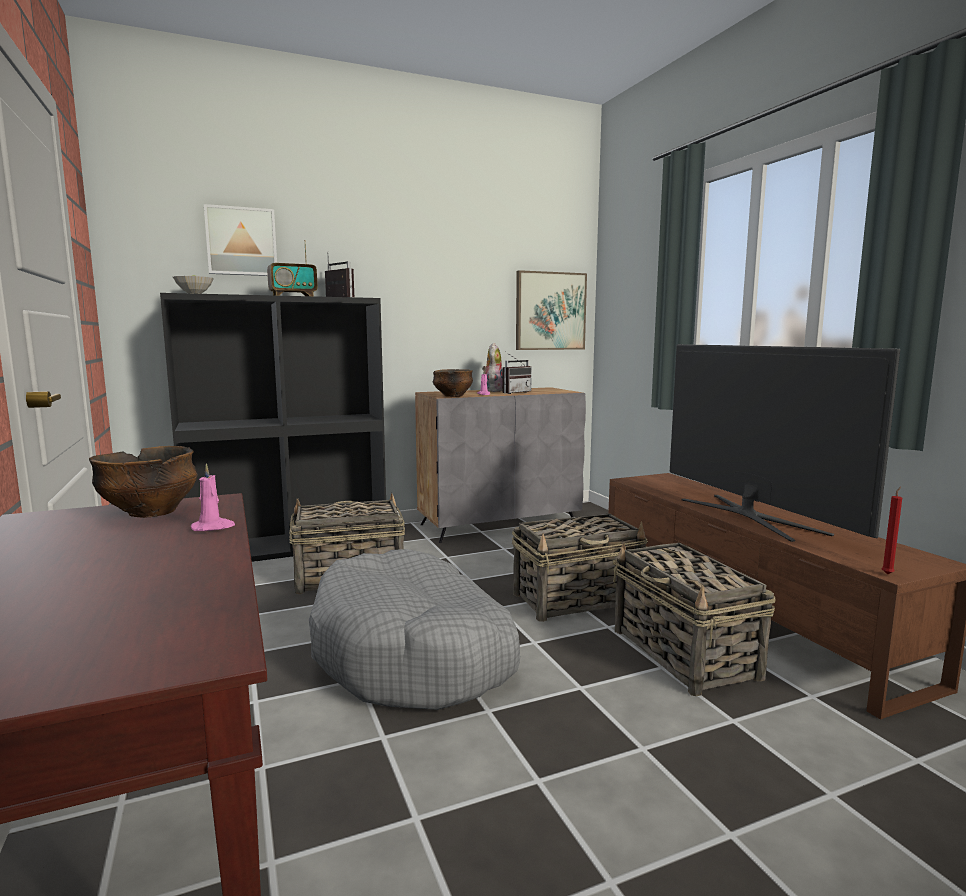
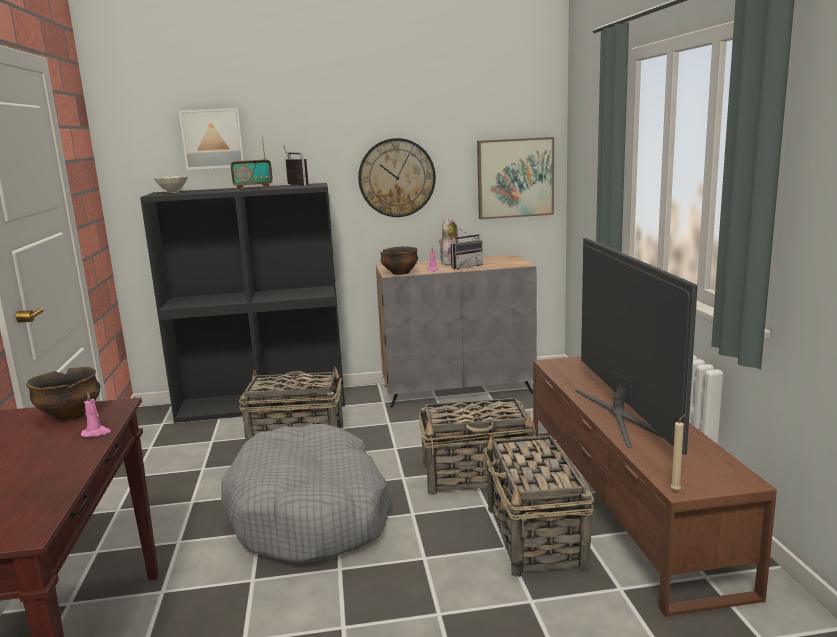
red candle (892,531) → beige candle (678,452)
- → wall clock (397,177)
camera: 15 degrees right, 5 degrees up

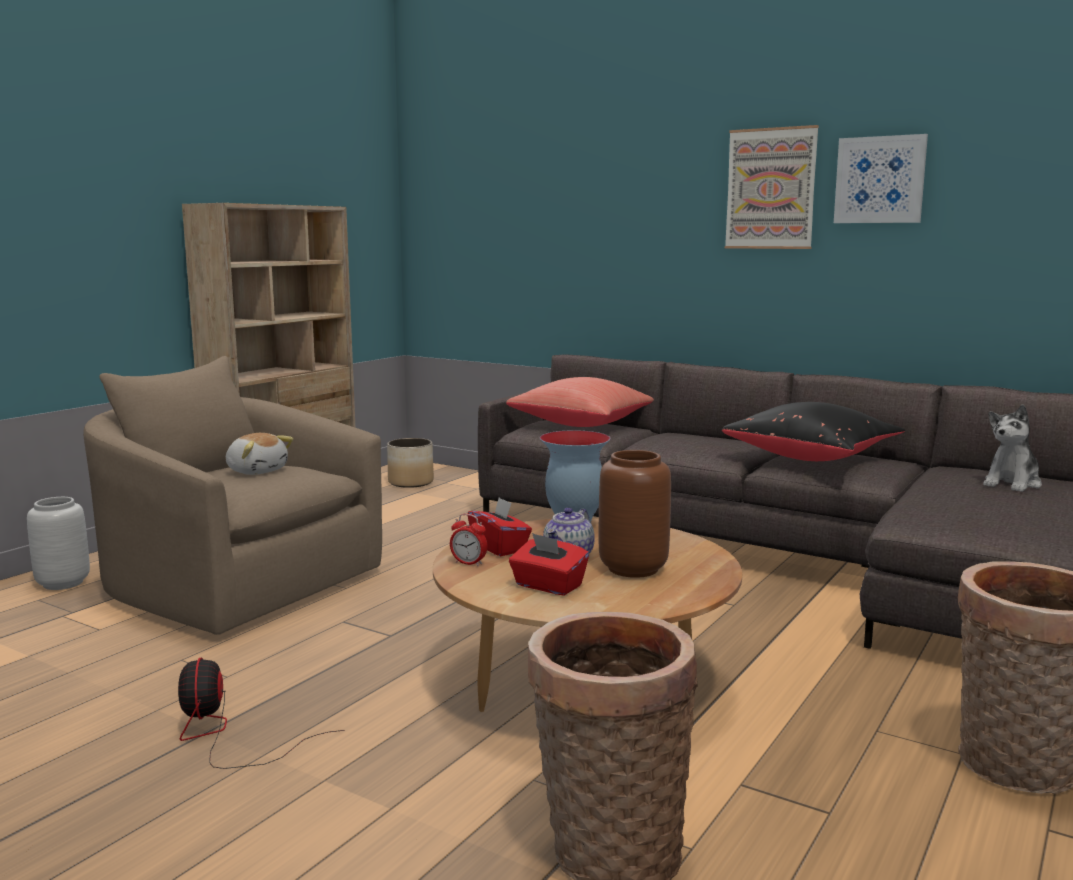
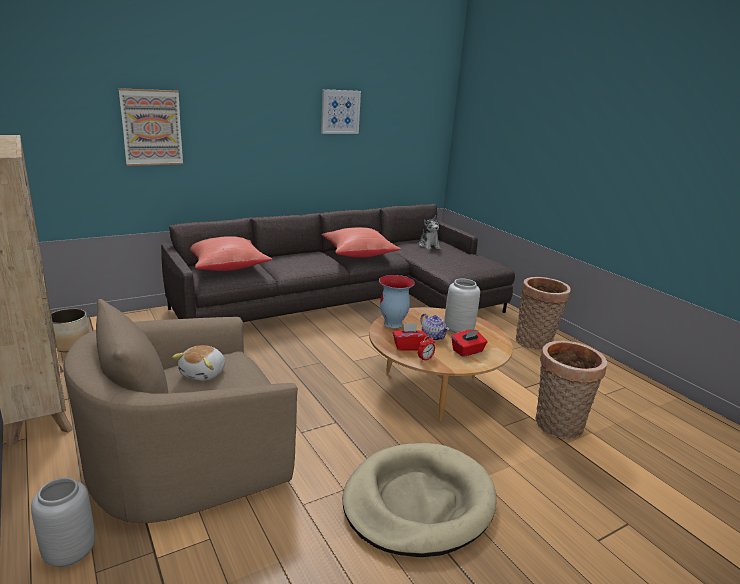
picture (772,187) → picture (150,127), shifted
black pillow (813,431) → red pillow (361,242)
plush toy (259,454) → plush toy (198,363), 135 degrees clockwise
brown vase (635,514) → grey vase (462,306)
fan (261,713) → beige dog bed (419,500)
camera: 65 degrees left, 10 degrees up

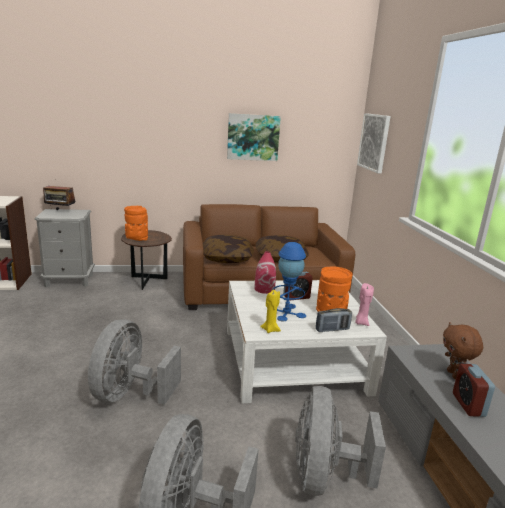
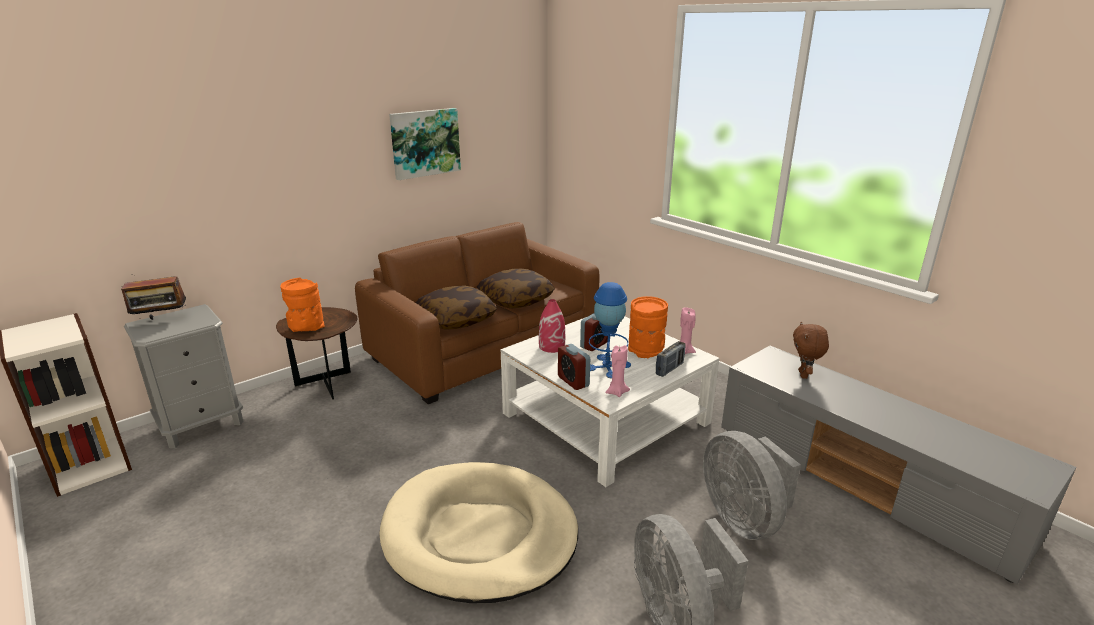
picture (374,143) → -
yellow candle (270,311) → pink candle (617,371)
grey fan (134,361) → beige dog bed (478,532)
brown plush toy (463,350) → brown plush toy (811,350), 45 degrees clockwise
alarm clock (474,390) → alarm clock (574,367), shifted
camera: 30 degrees left, 5 degrees up

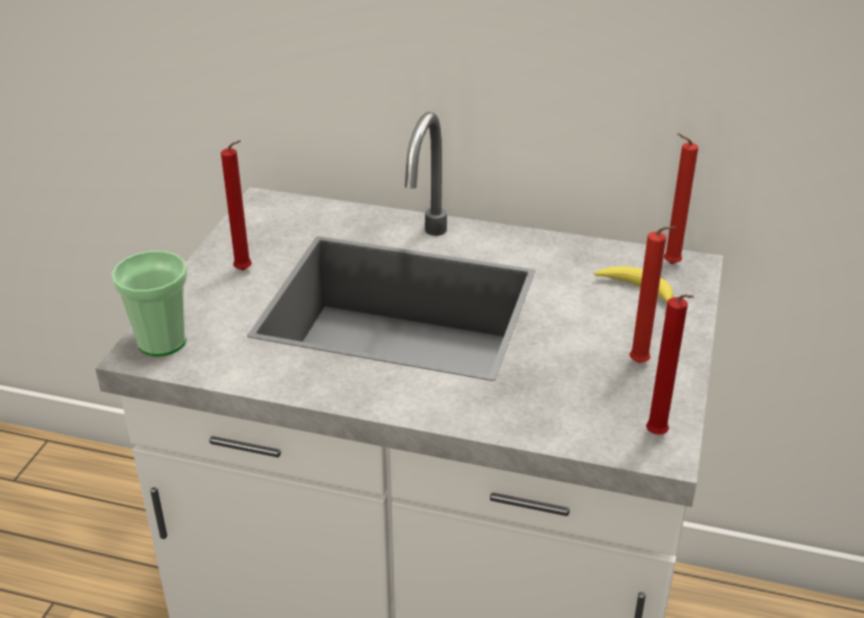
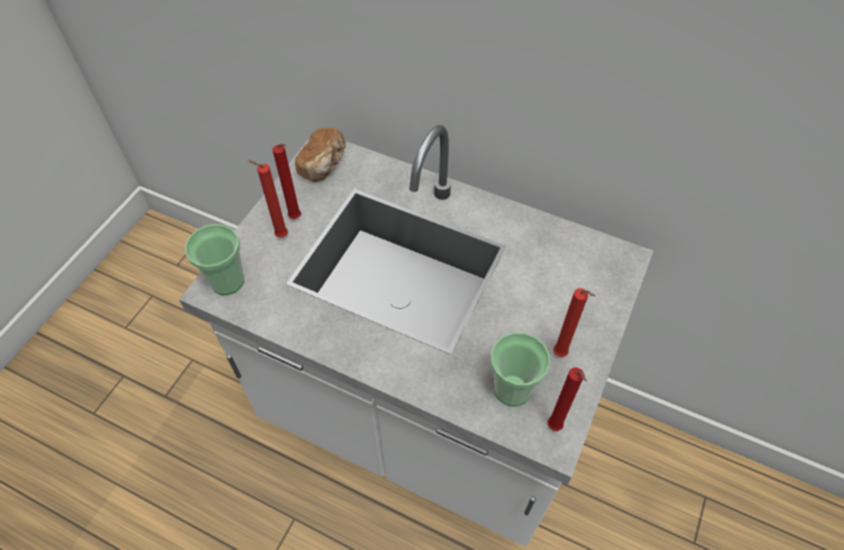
red candle (681,198) → red candle (268,199), shifted
banana (633,284) → -
- → bread (320,155)
- → cup (520,369)
camera: 10 degrees right, 20 degrees up

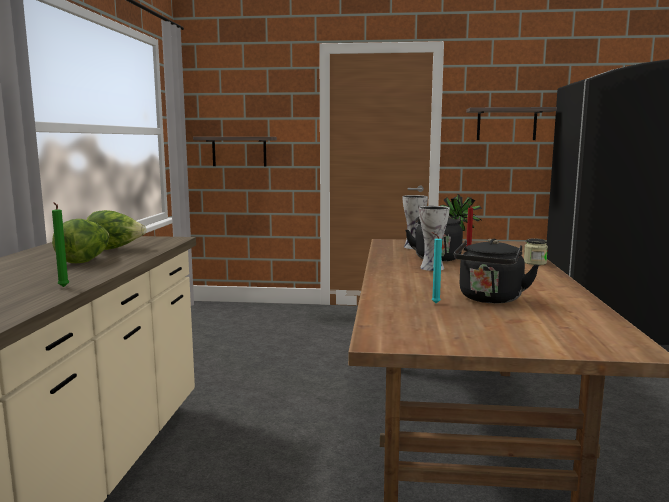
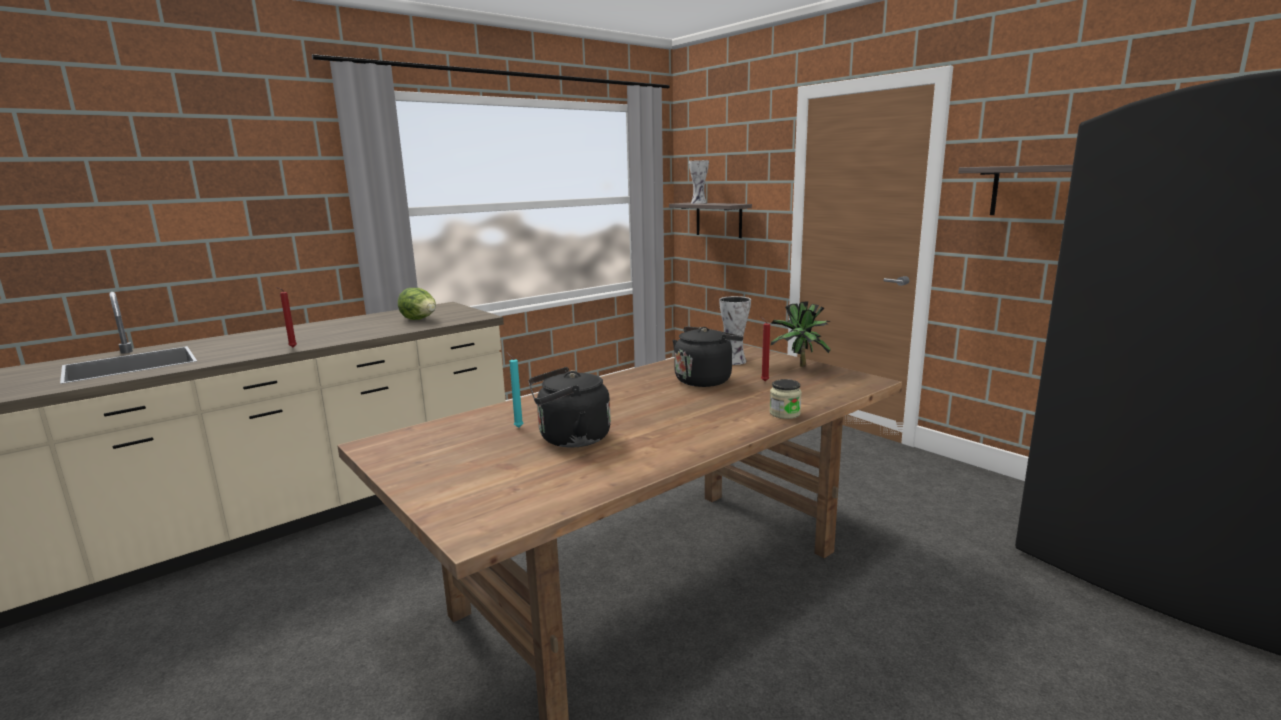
green candle (60,244) → red candle (286,317)
vase (434,238) → vase (699,182), shifted
lettuce (80,241) → -
camera: 45 degrees right, 5 degrees up

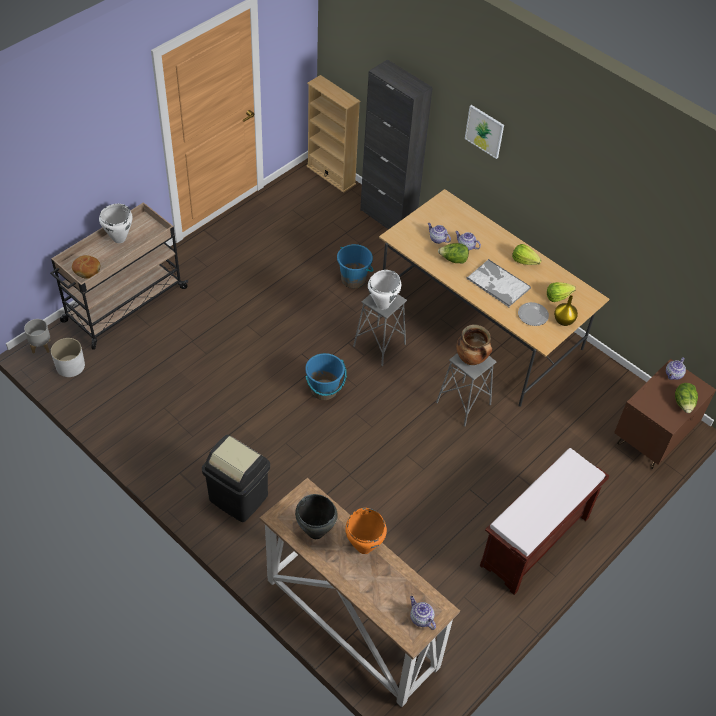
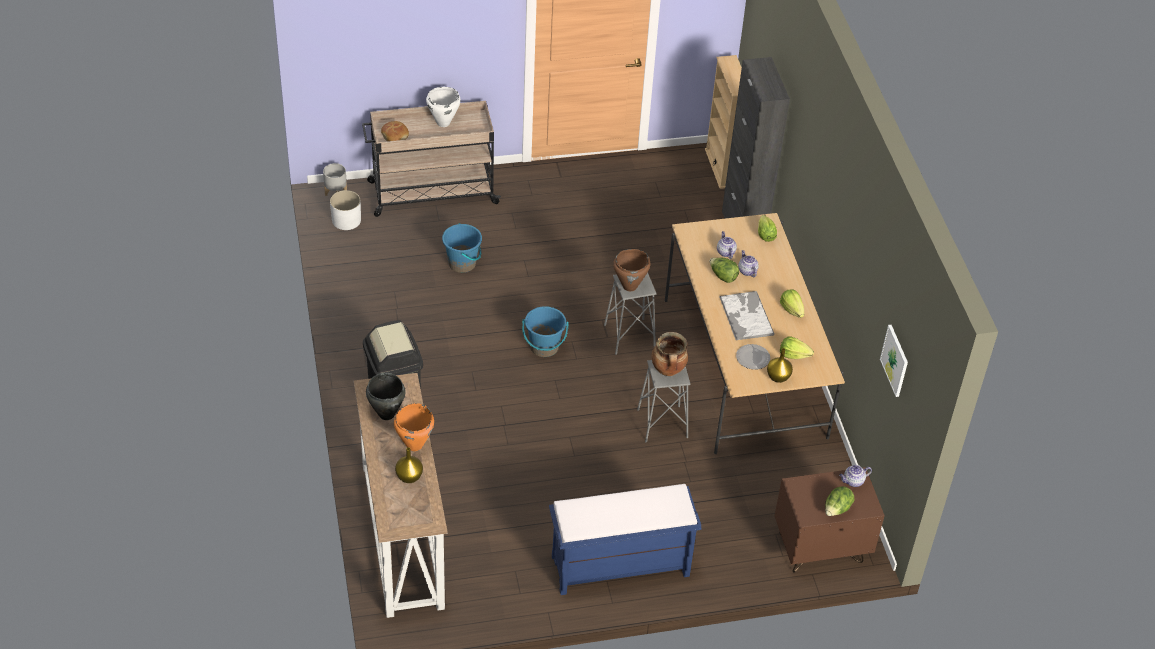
picture (484,132) → picture (894,361), shifted
blue bucket (355,266) → blue bucket (462,248), shifted
white cooking pot (384,289) → brown cooking pot (631,270)
brown bench (544,521) → blue bench (625,539)
teapot (423,613) → -
- → lettuce (767,228)
- → yellow vase (409,465)
camera: 35 degrees right, 5 degrees down

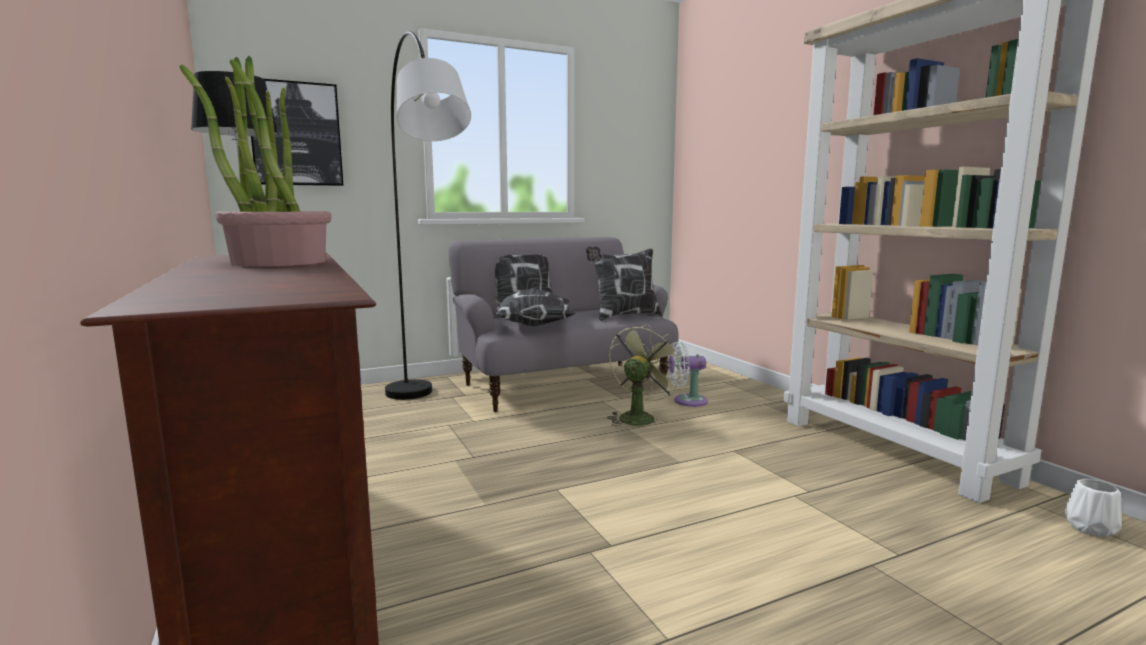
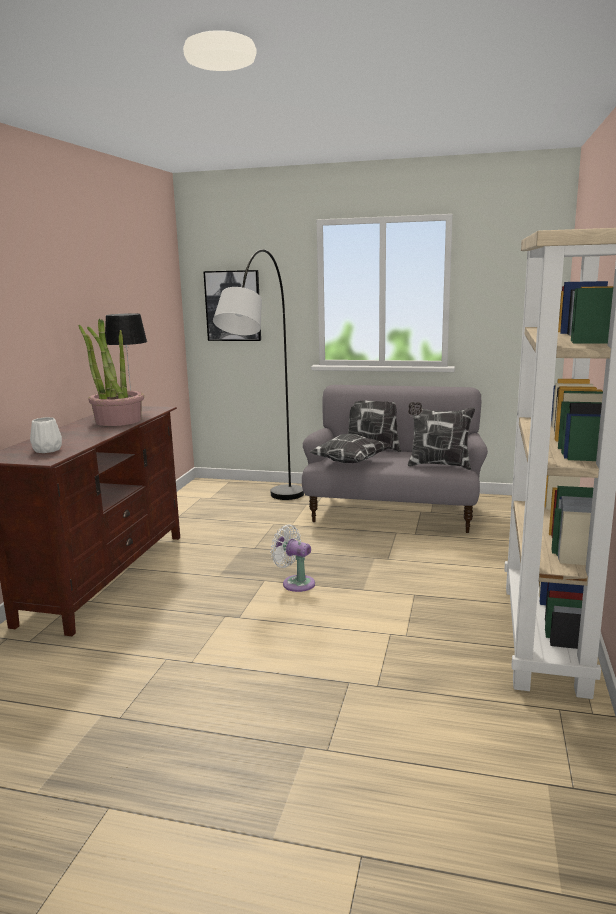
green fan (645,374) → -
white fan (687,374) → white fan (293,558), shifted
white vase (1093,508) → white vase (46,435), shifted
camera: 40 degrees right, 5 degrees up

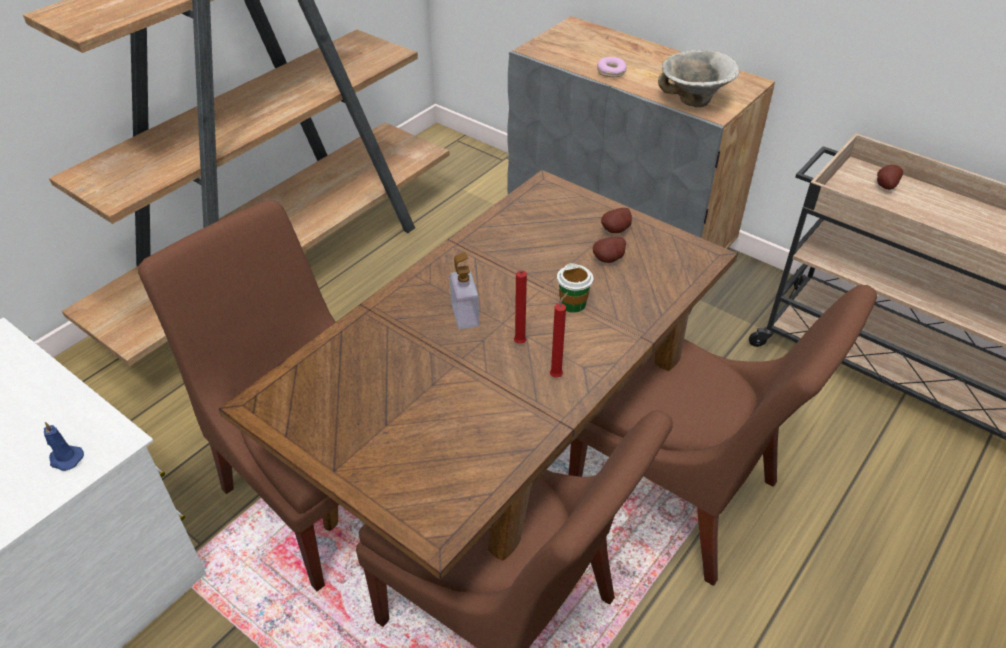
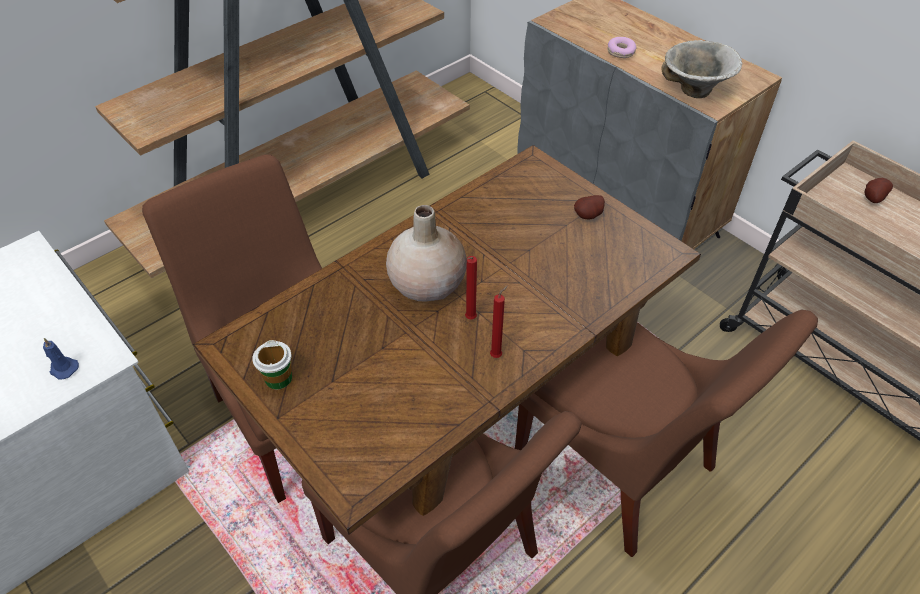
potato (609,250) → -
soap dispenser (464,290) → beige vase (426,253)
cup (575,288) → cup (272,364), shifted
camera: 10 degrees right, 5 degrees up

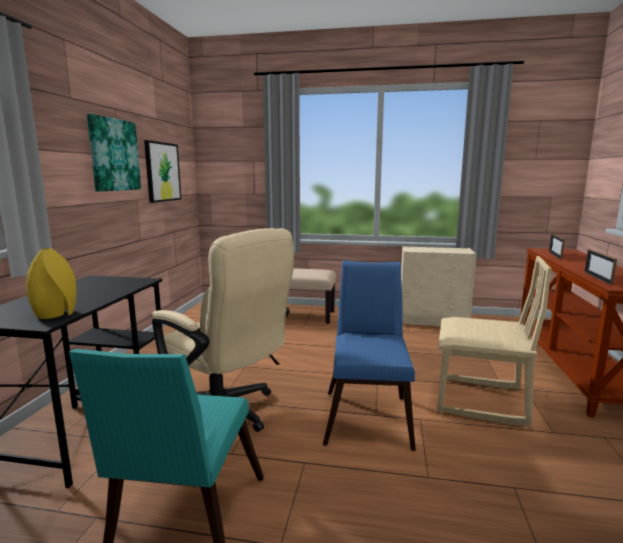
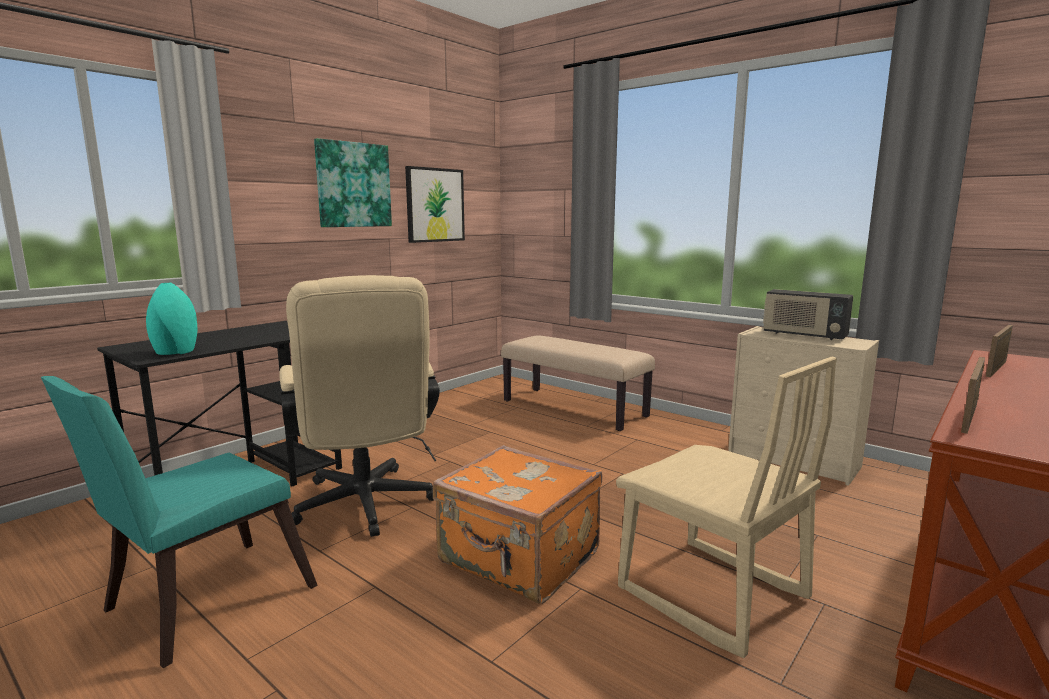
yellow vase (51,283) → turquoise vase (172,319)
blue chair (369,356) → orange suitcase (517,524)
- → radio (808,314)
camera: 30 degrees right, 0 degrees up

